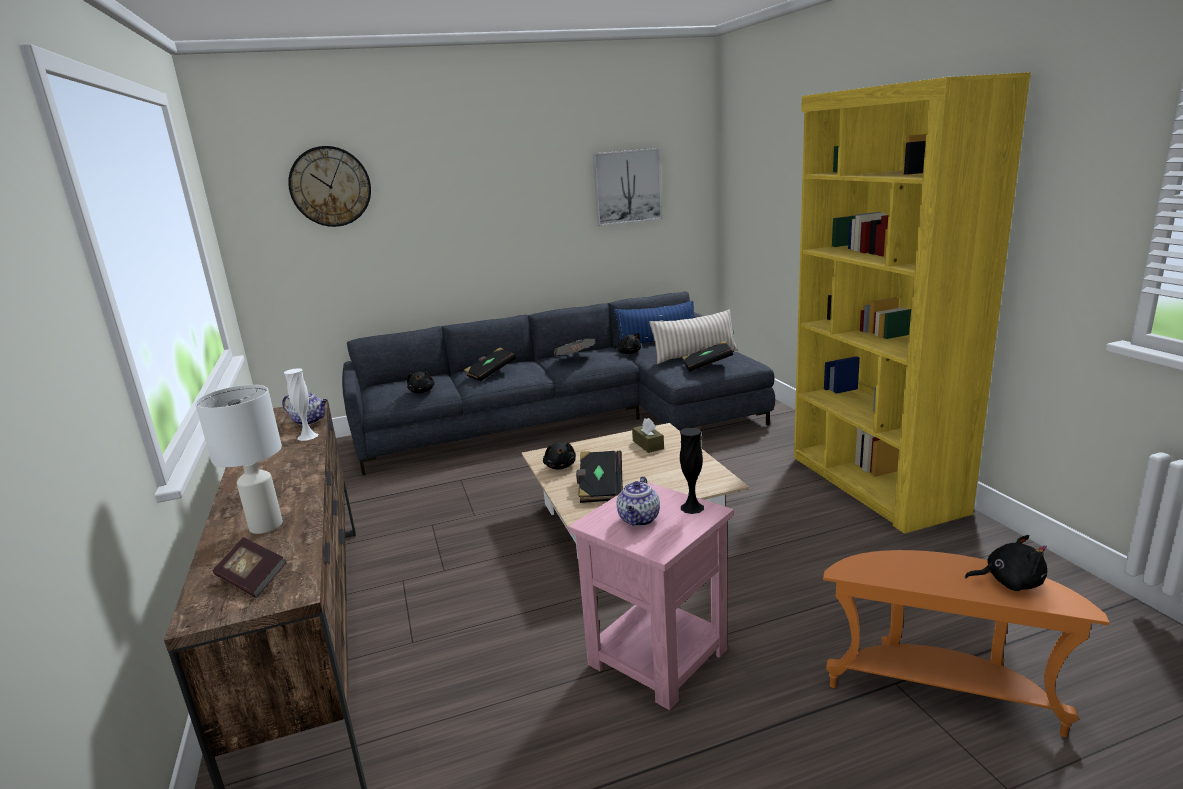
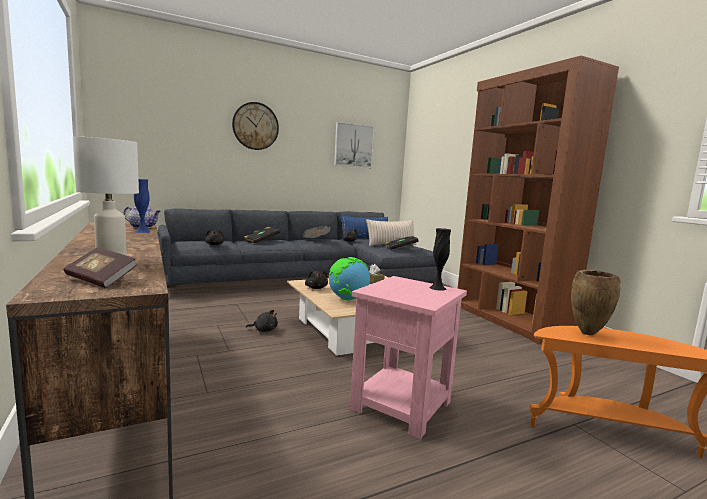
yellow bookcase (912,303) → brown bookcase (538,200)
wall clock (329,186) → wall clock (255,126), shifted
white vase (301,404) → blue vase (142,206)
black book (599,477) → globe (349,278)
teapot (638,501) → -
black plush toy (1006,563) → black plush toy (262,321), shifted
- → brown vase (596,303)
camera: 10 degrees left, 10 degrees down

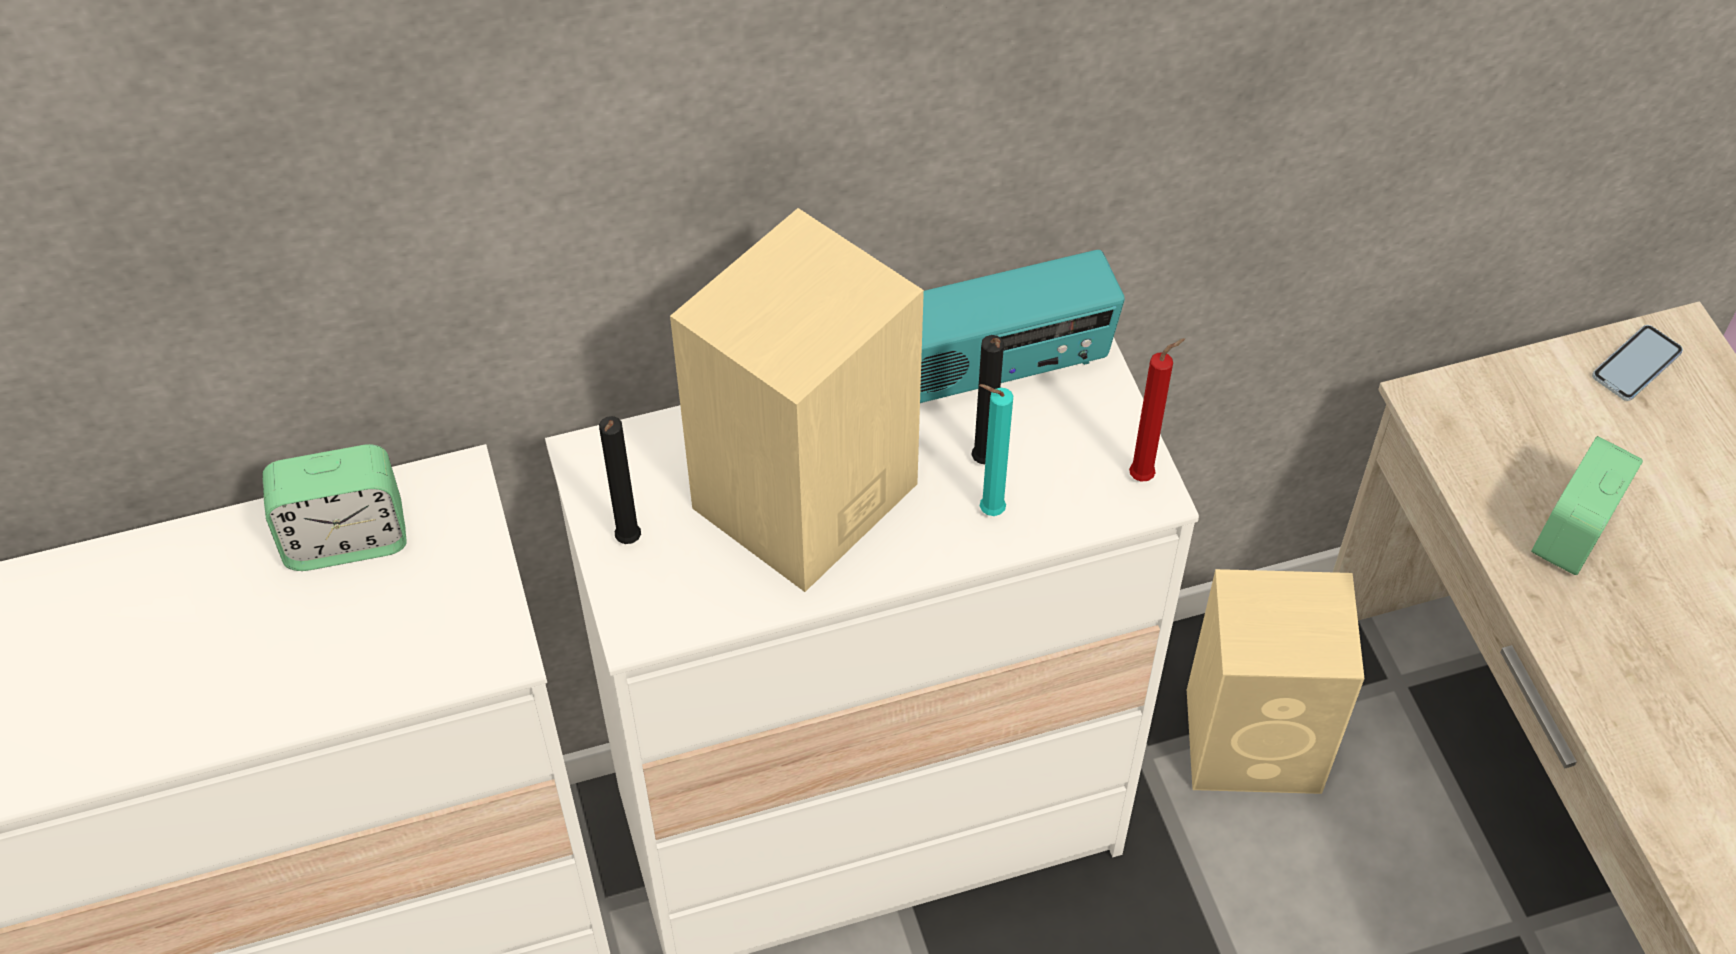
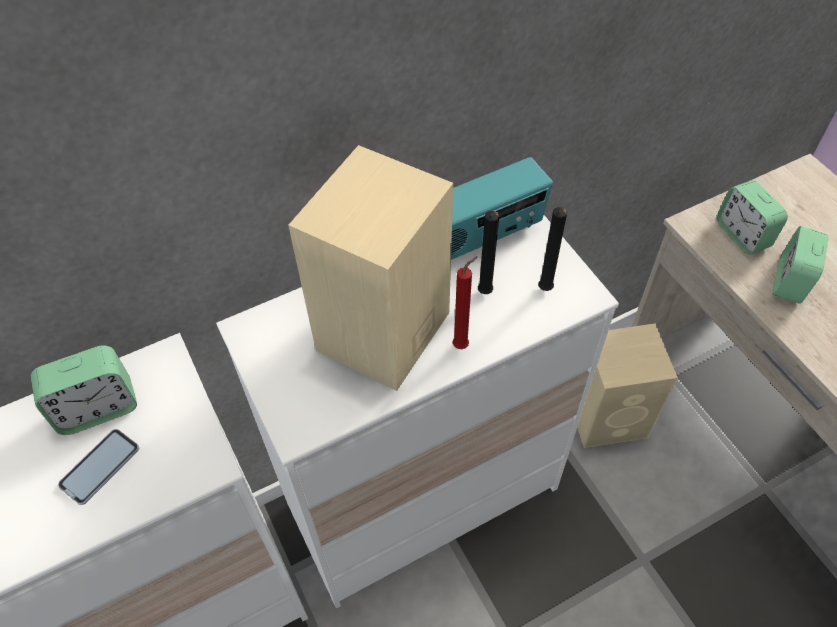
phone (1637,363) → phone (98,467), shifted
red candle (1157,410) → red candle (465,302), shifted
turquoise candle (996,450) → -
black candle (620,480) → black candle (552,249), shifted
- → alarm clock (752,217)
camera: 10 degrees left, 0 degrees up

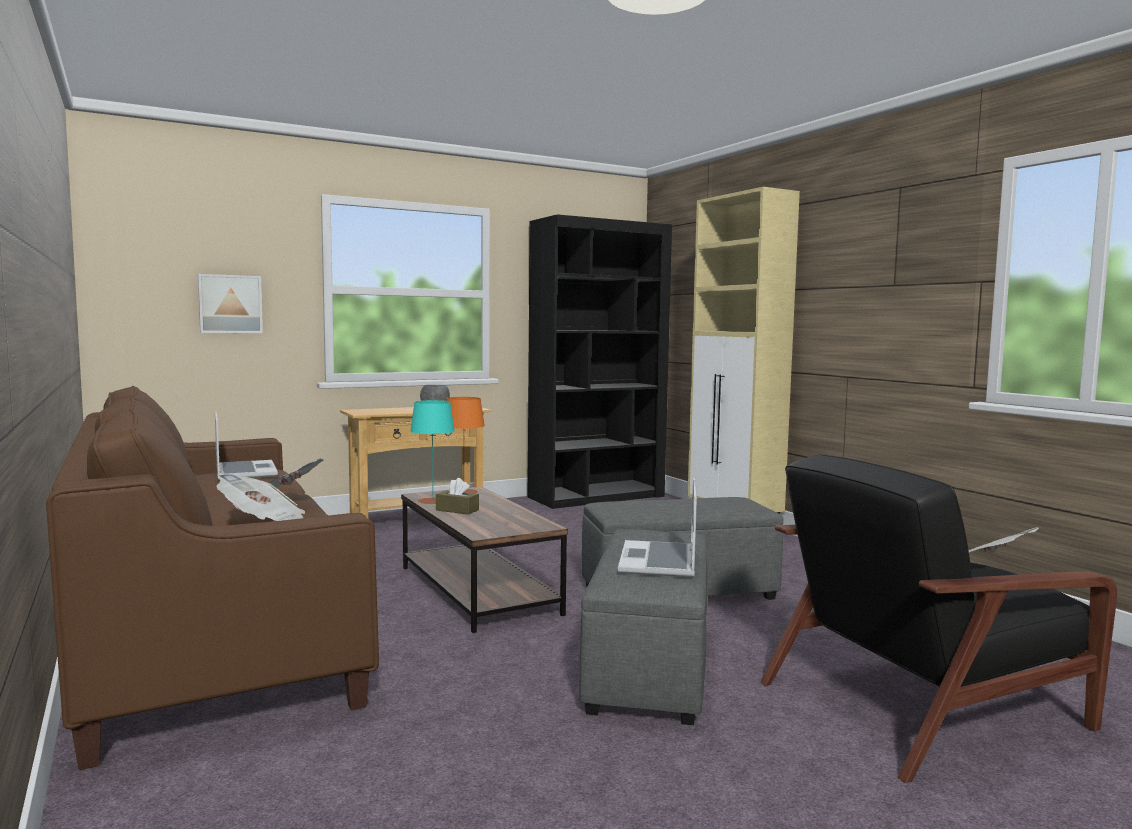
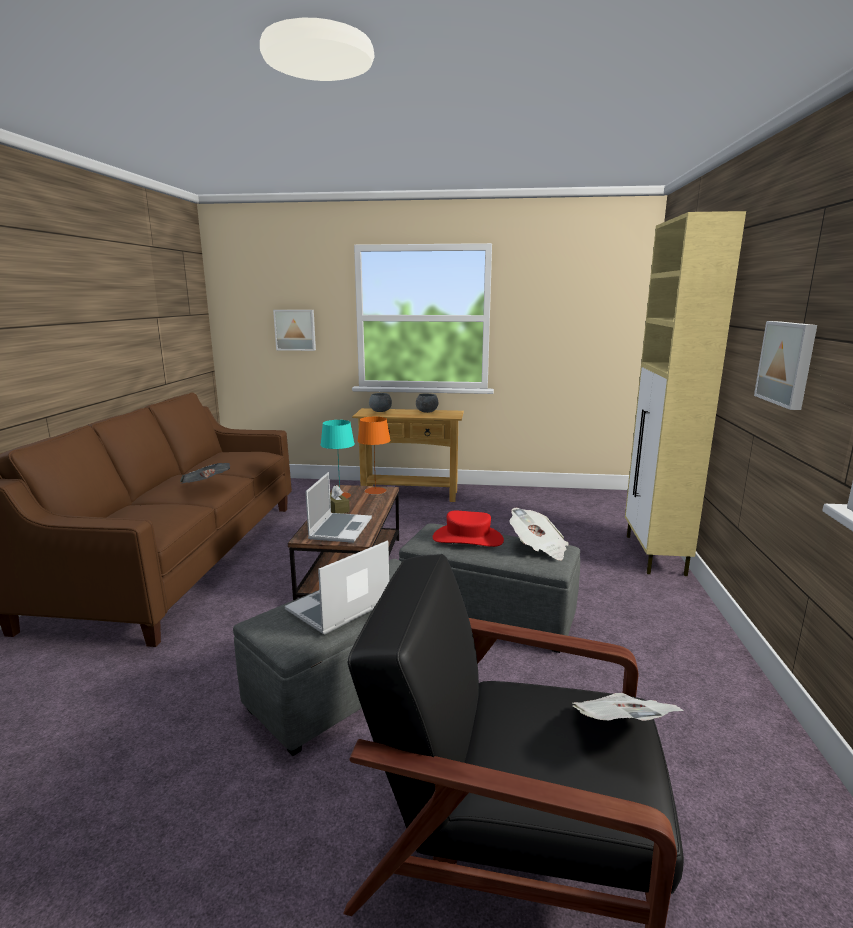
black bookcase (600,361) → -
laptop (246,445) → laptop (338,507), shifted
newspaper (260,497) → newspaper (539,534), shifted
- → picture (785,365)
- → grey bowl (380,402)
- → red hat (468,529)
camera: 35 degrees right, 10 degrees up

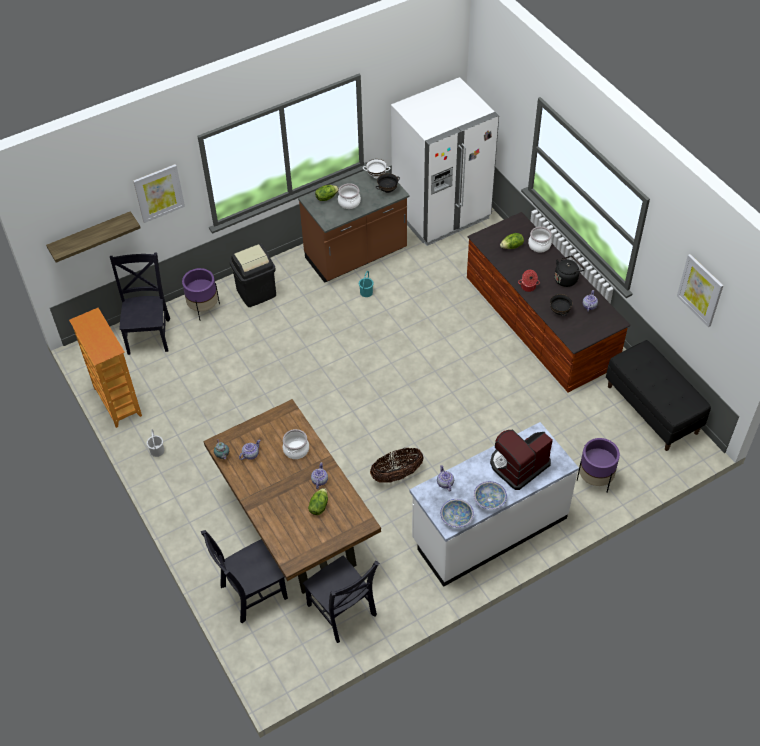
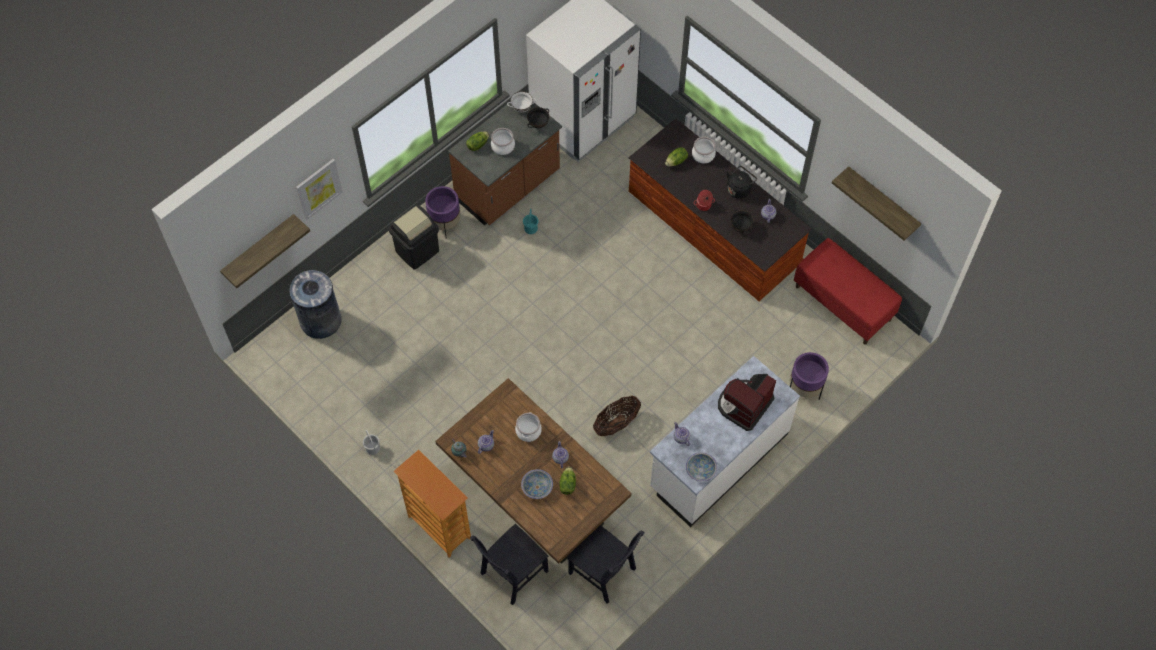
black chair (140,303) → grey trash can (315,304)
picture (700,290) → shelf (876,203)
purple planter (201,294) → purple planter (443,211), shifted
bookcase (105,368) → bookcase (432,504), shifted
black bench (658,395) → red bench (848,291)
bowl (490,495) → bowl (537,484), shifted
camera: 15 degrees left, 10 degrees up

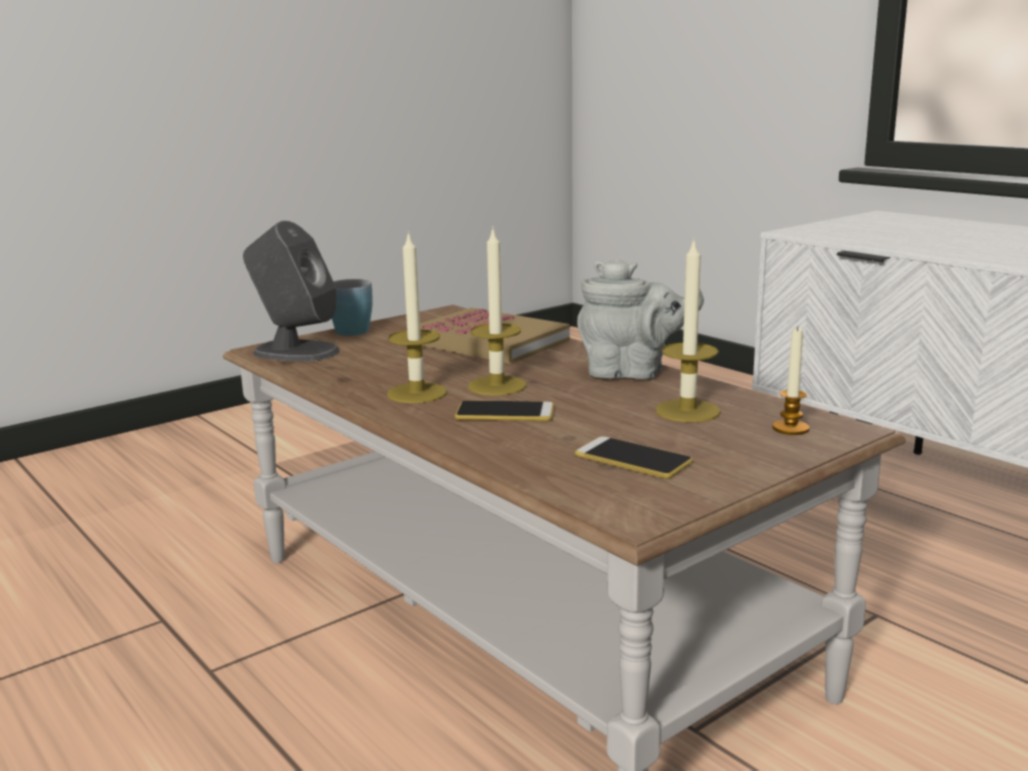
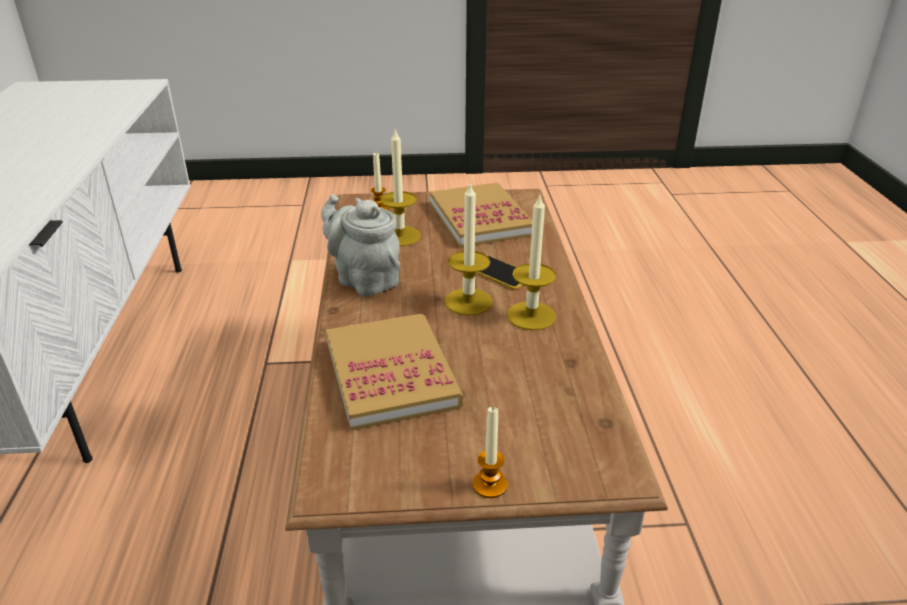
grey speaker (291,291) → -
blue mug (352,307) → candle (490,452)
phone (634,457) → book (481,215)
camera: 145 degrees left, 15 degrees up

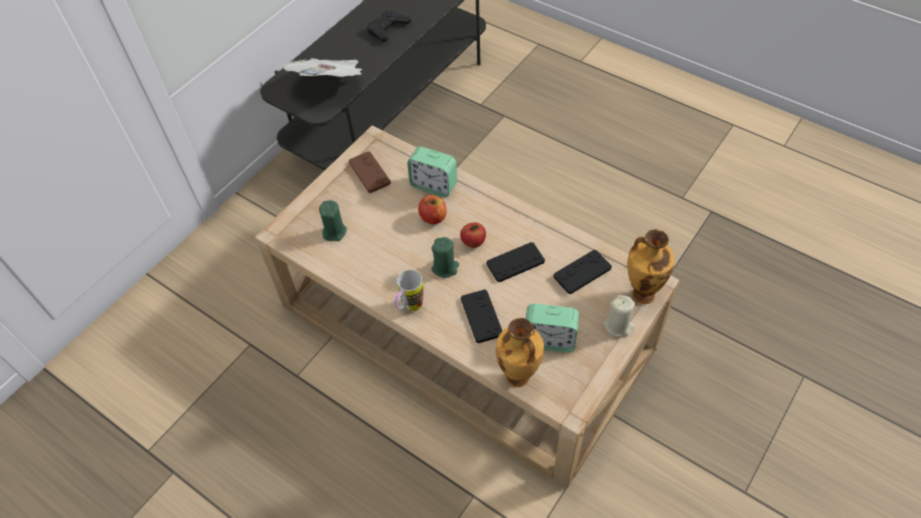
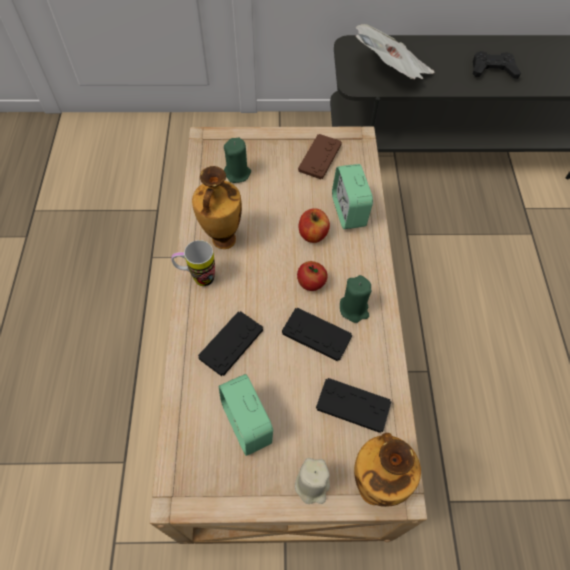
green candle (445,257) → green candle (355,299), shifted
vase (520,352) → vase (217,207), shifted
camera: 50 degrees right, 5 degrees up

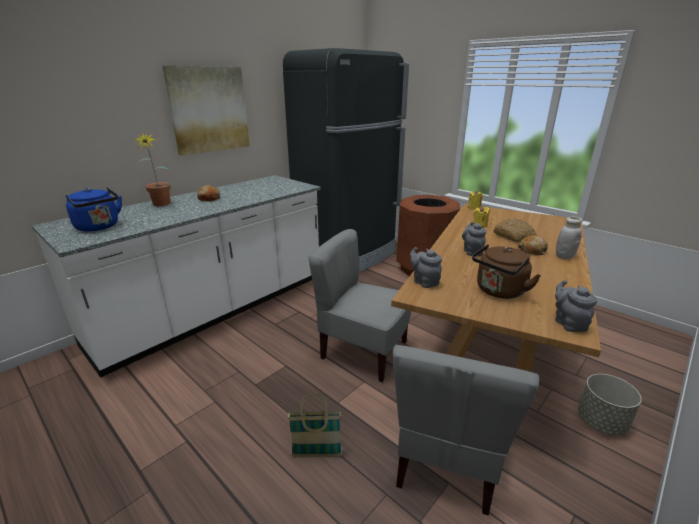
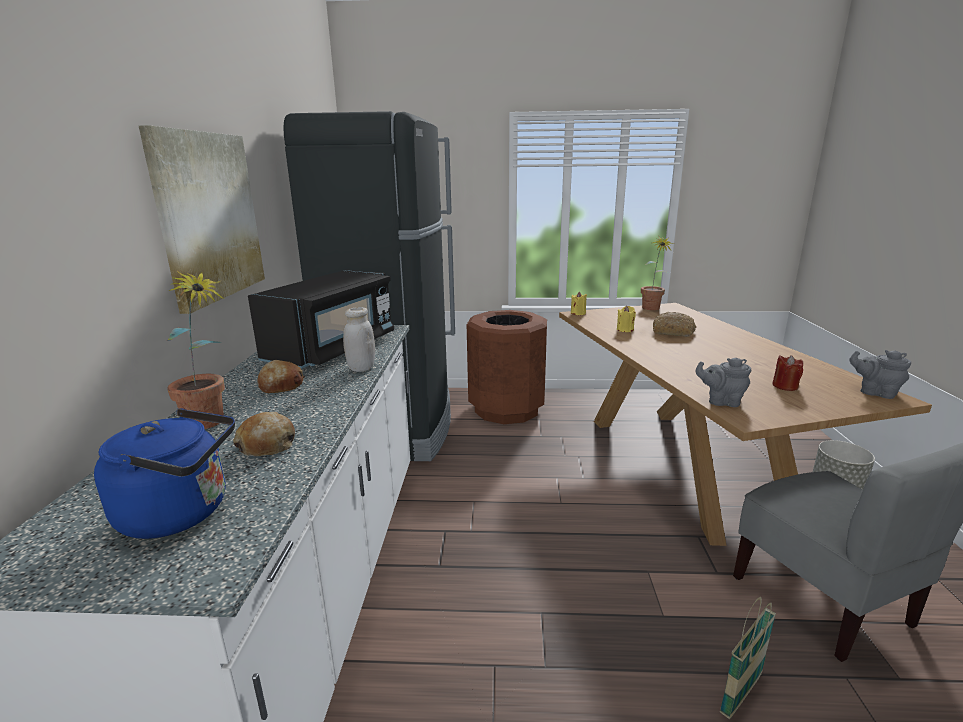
white jar (569,238) → white jar (359,339), shifted
grey teapot (474,239) → -
grey chair (359,305) → -
bread (533,245) → bread (264,434), shifted
brown kettle (506,271) → red candle (787,373)
- → potted plant (657,273)
- → black microwave (321,319)
camera: 40 degrees left, 5 degrees down

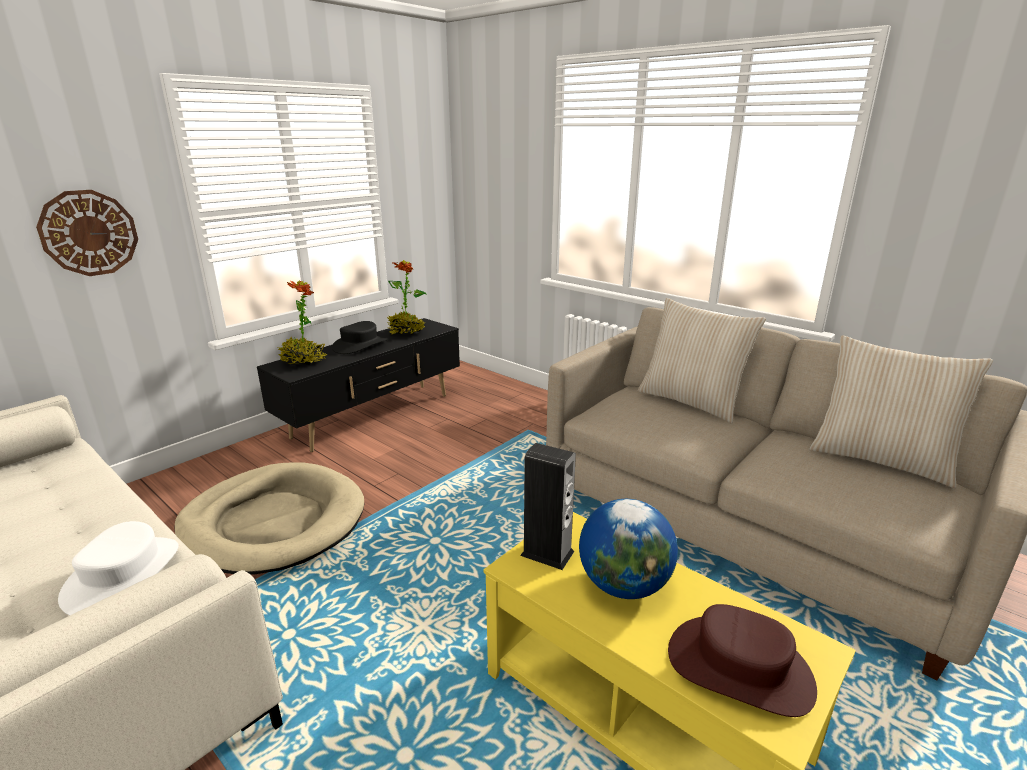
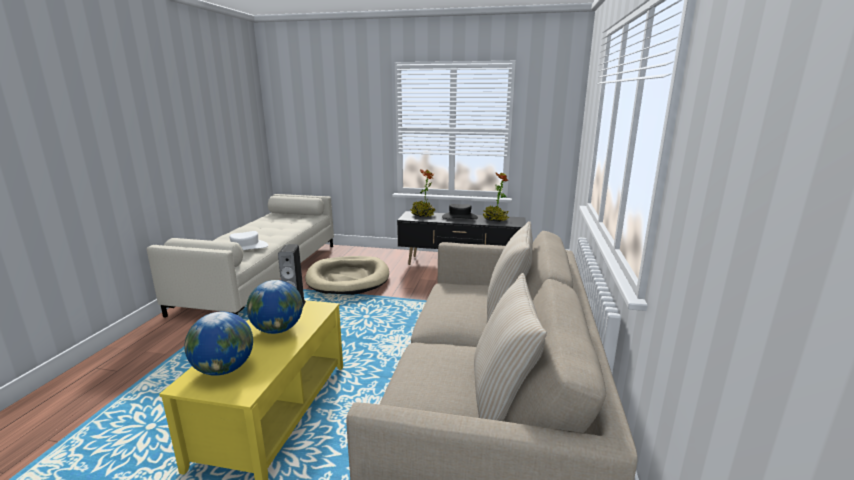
wall clock (87,233) → -
brown hat (742,660) → globe (218,344)
camera: 60 degrees right, 5 degrees down

